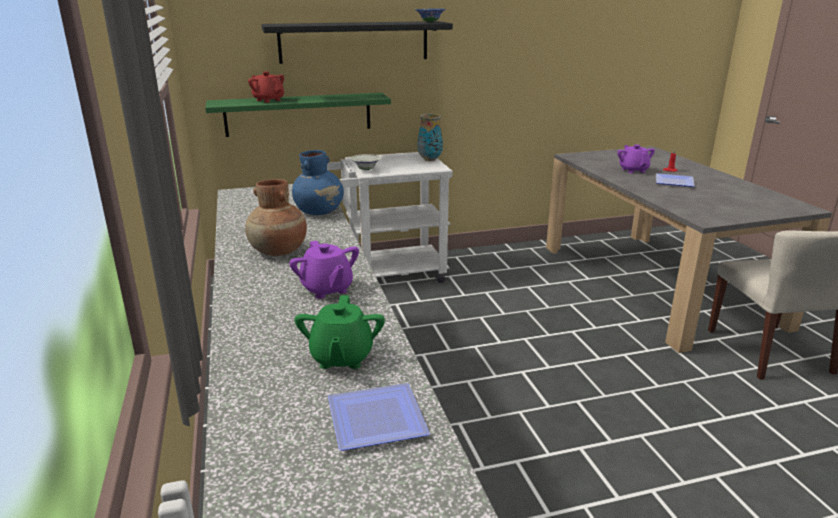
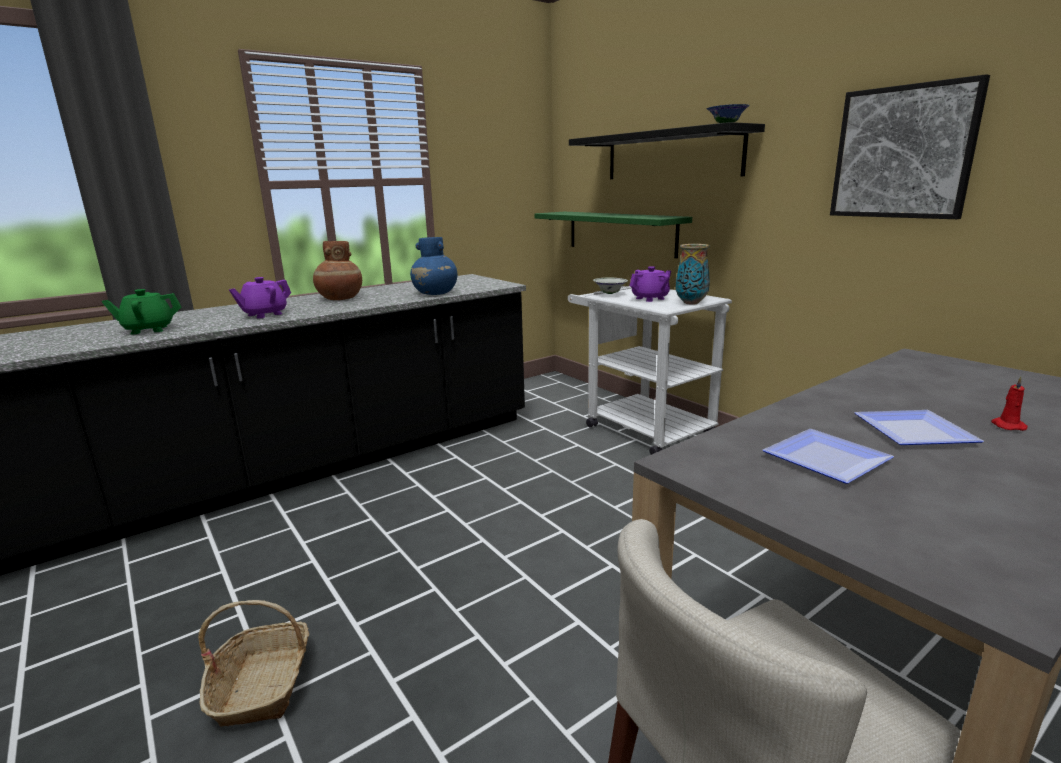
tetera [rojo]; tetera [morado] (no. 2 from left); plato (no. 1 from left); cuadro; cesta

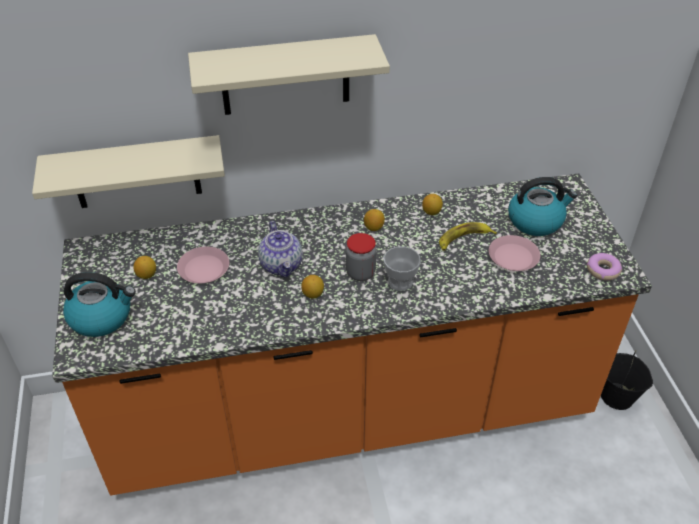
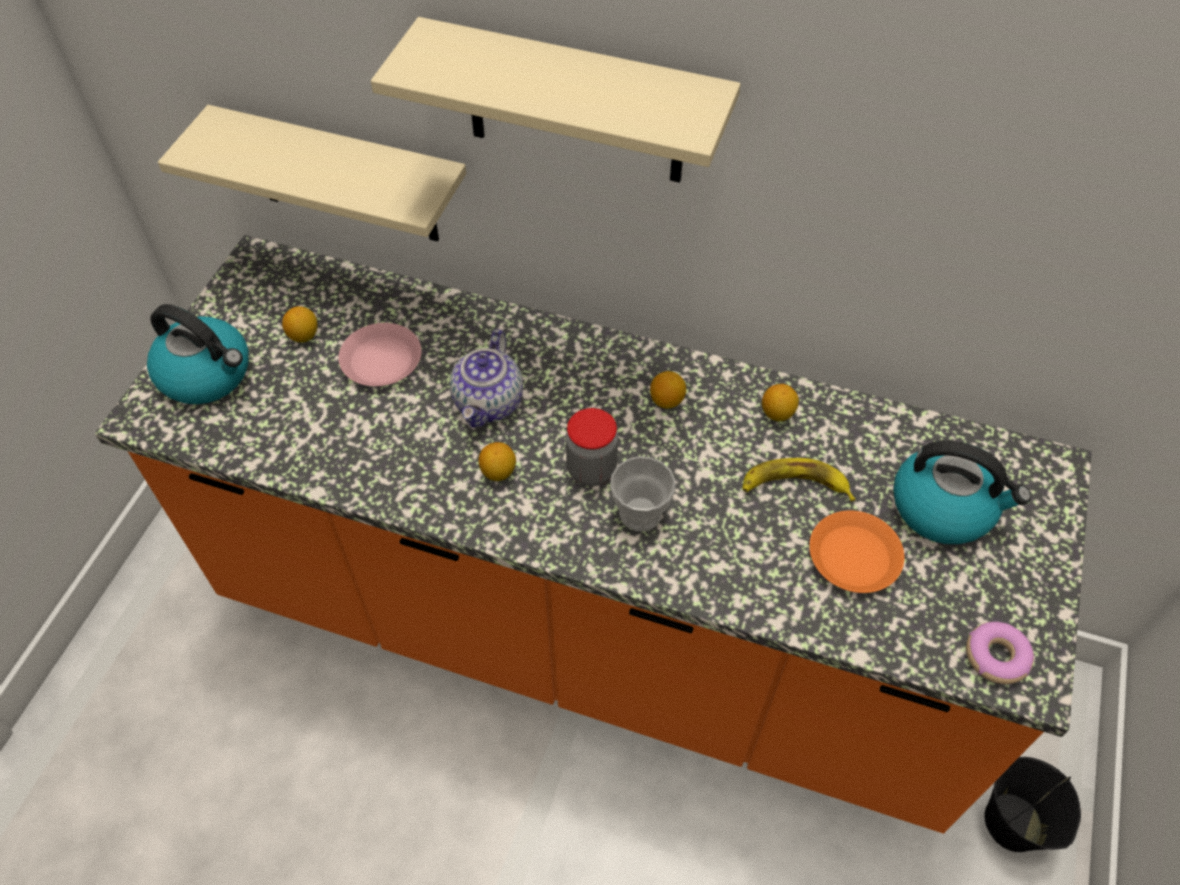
plato [naranja]

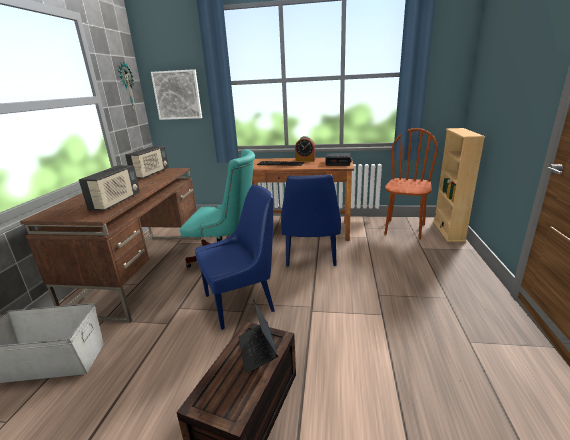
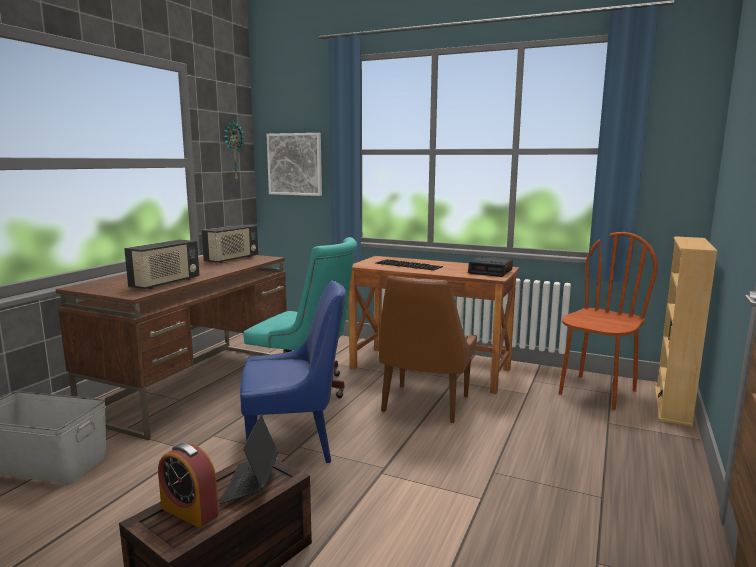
despertador (no. 1 from left); silla [marrón] (no. 1 from left)

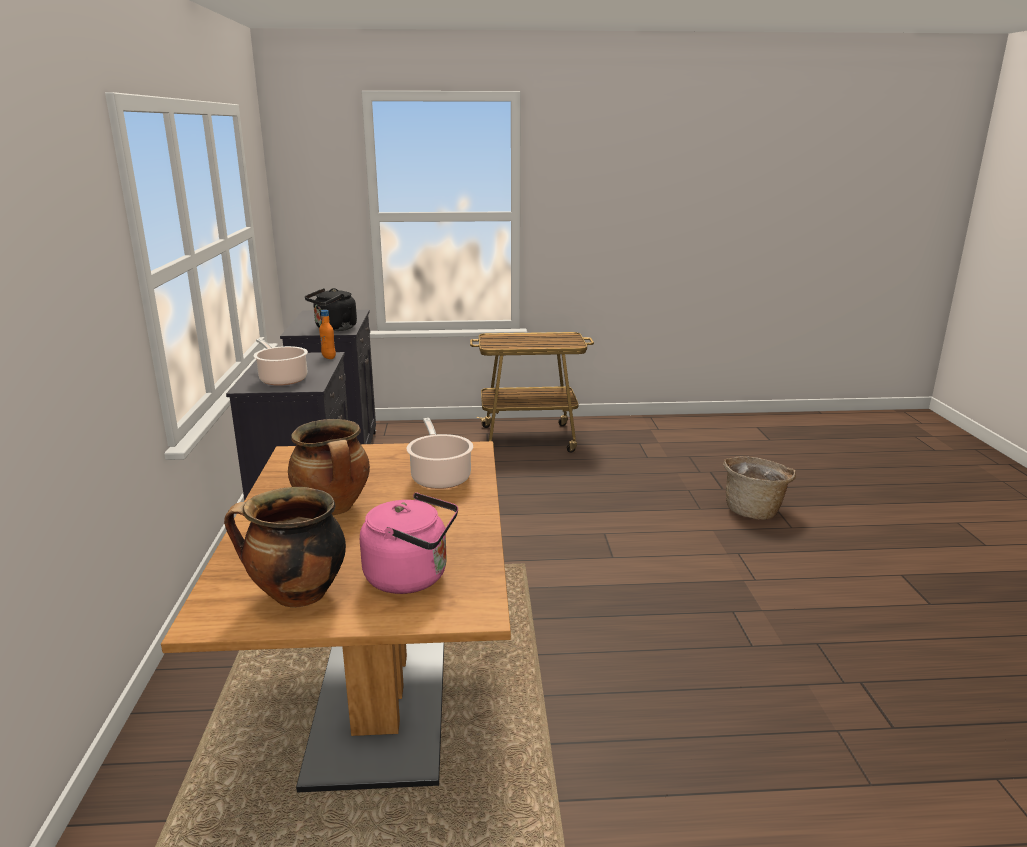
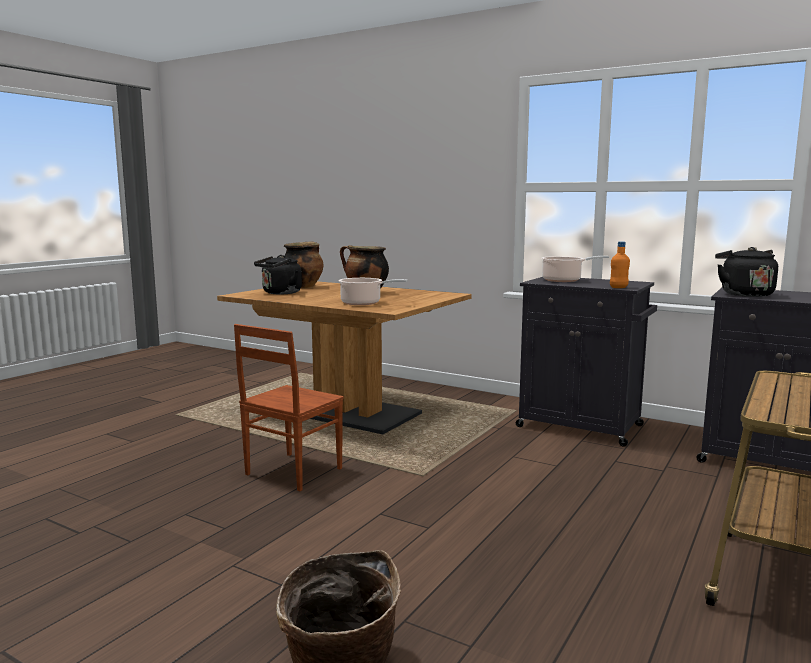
hervidor [negro] (no. 1 from left); silla [marrón]

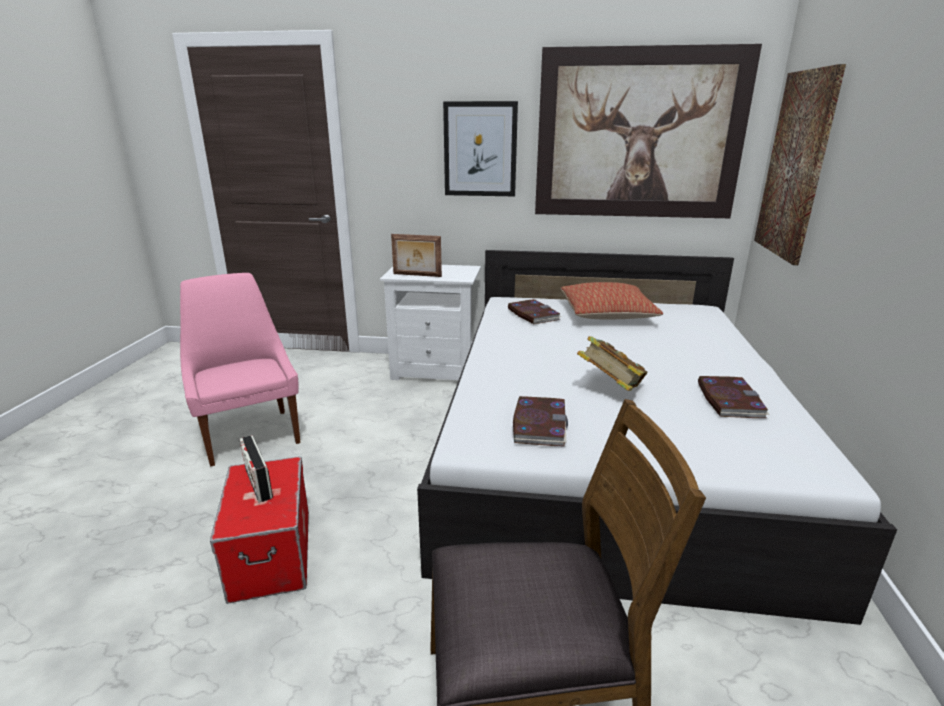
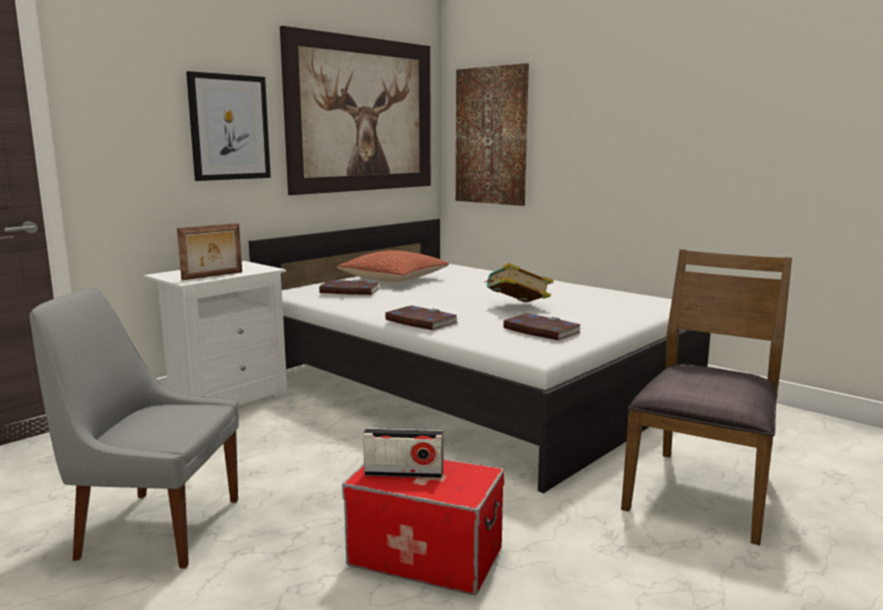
silla [gris]; libro (no. 2 from left)

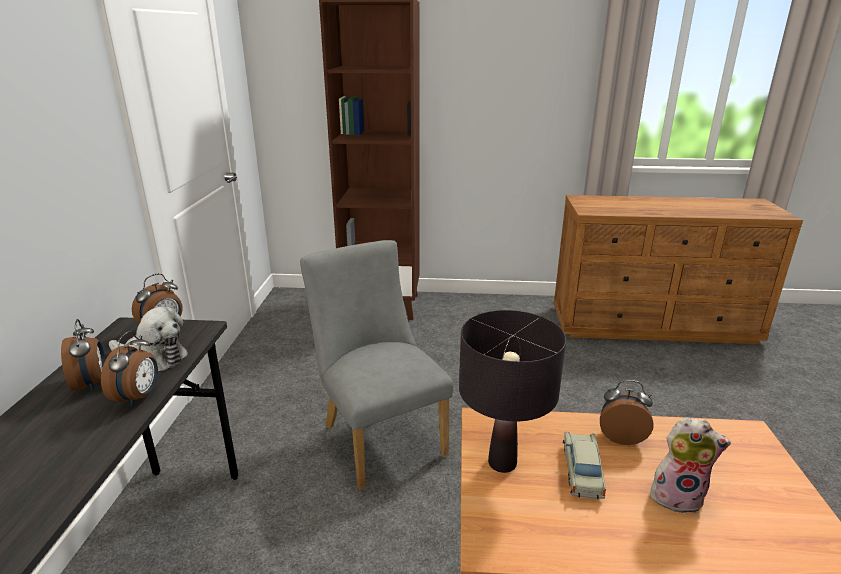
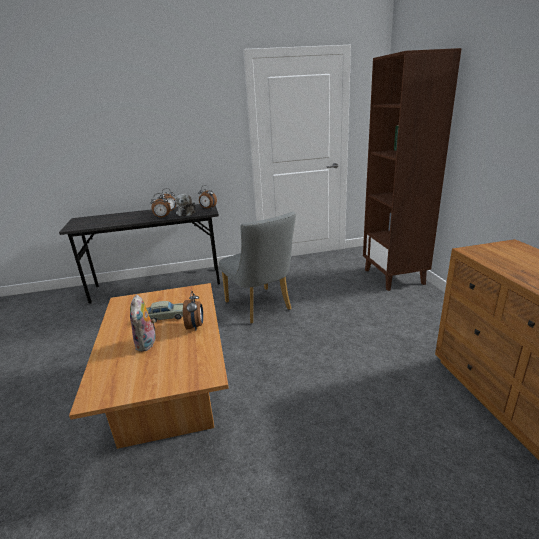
silla [gris]; lámpara de mesa [negro]

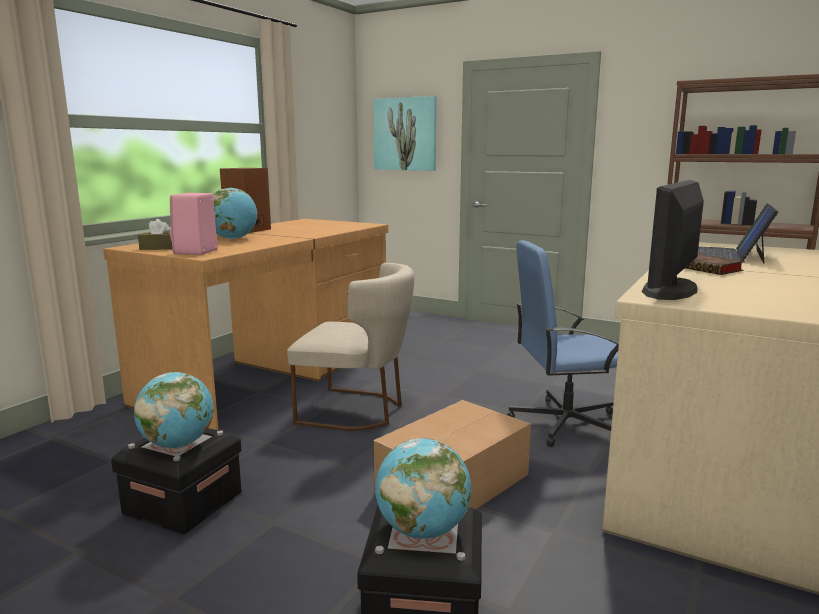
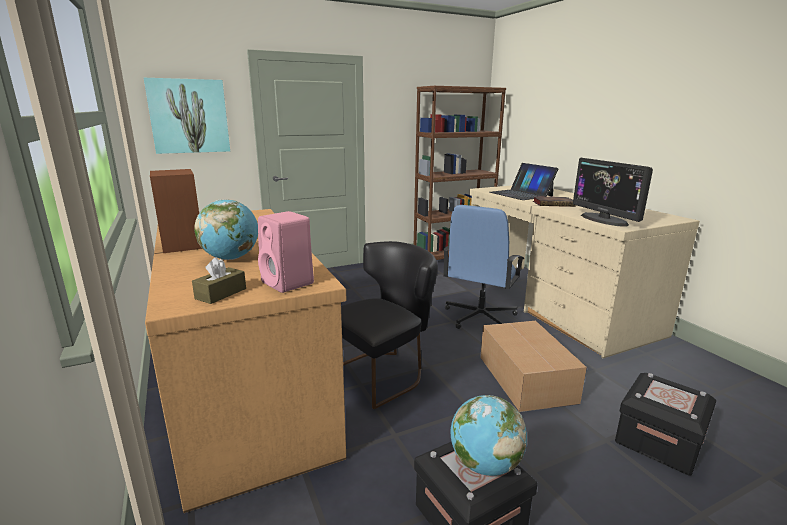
silla [negro]; globo terráqueo (no. 3 from left in the first image)

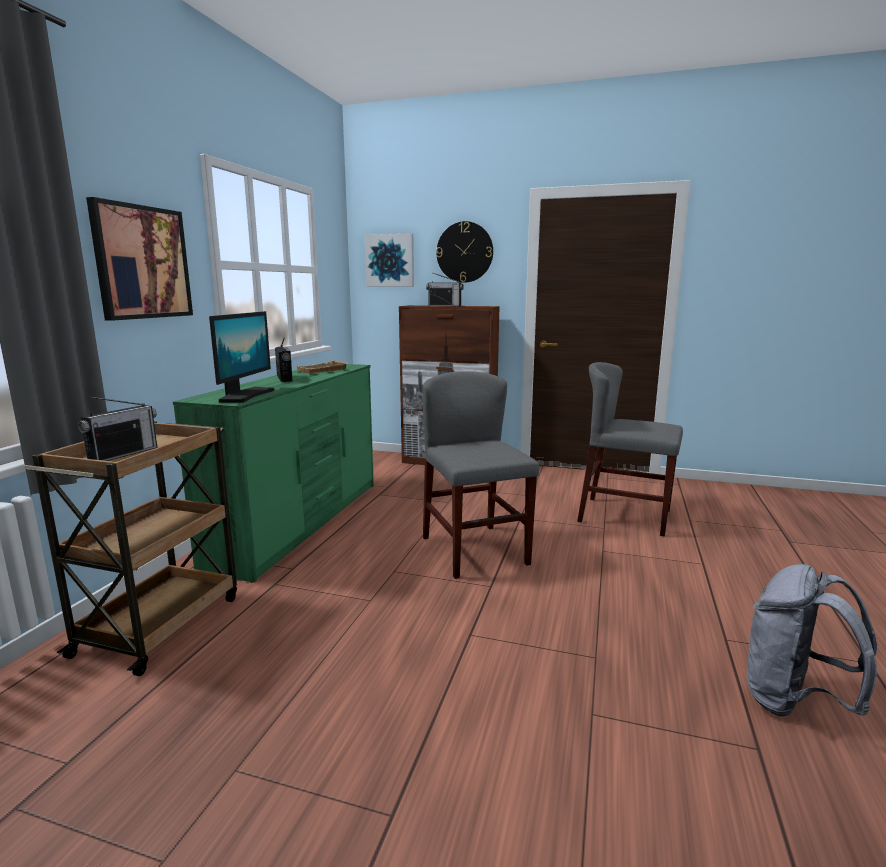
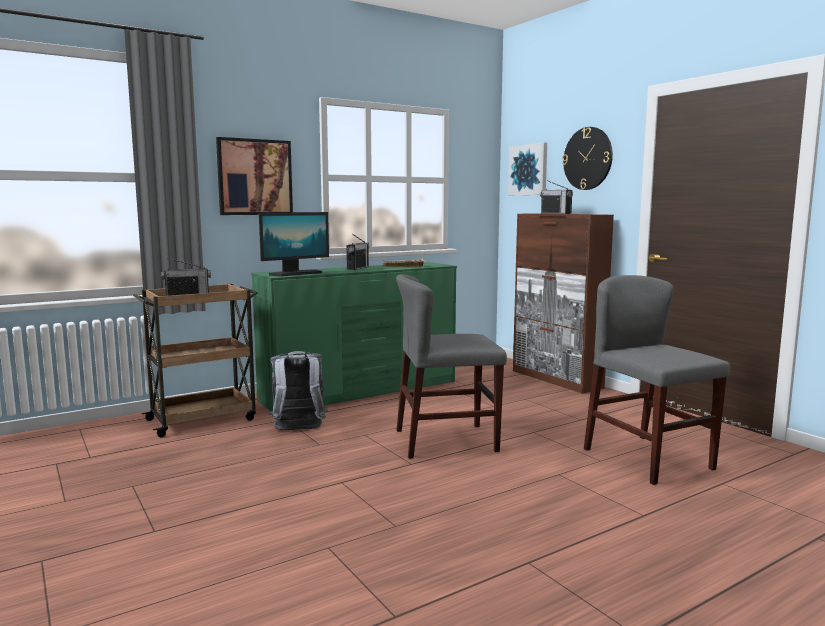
silla [gris] (no. 1 from left); mochila [gris]

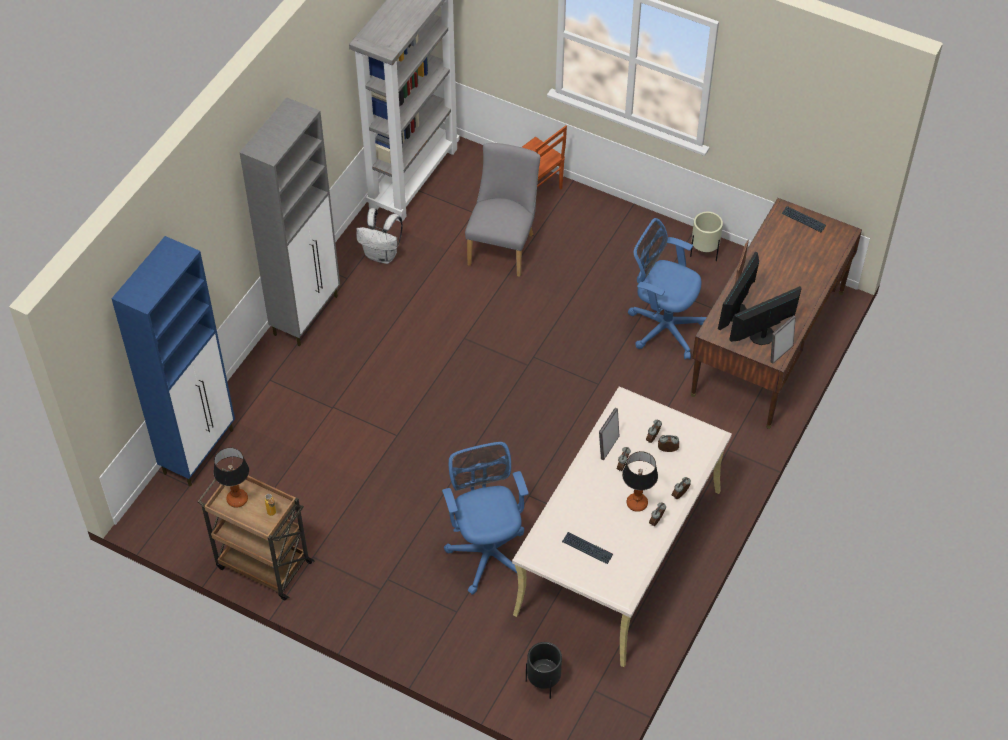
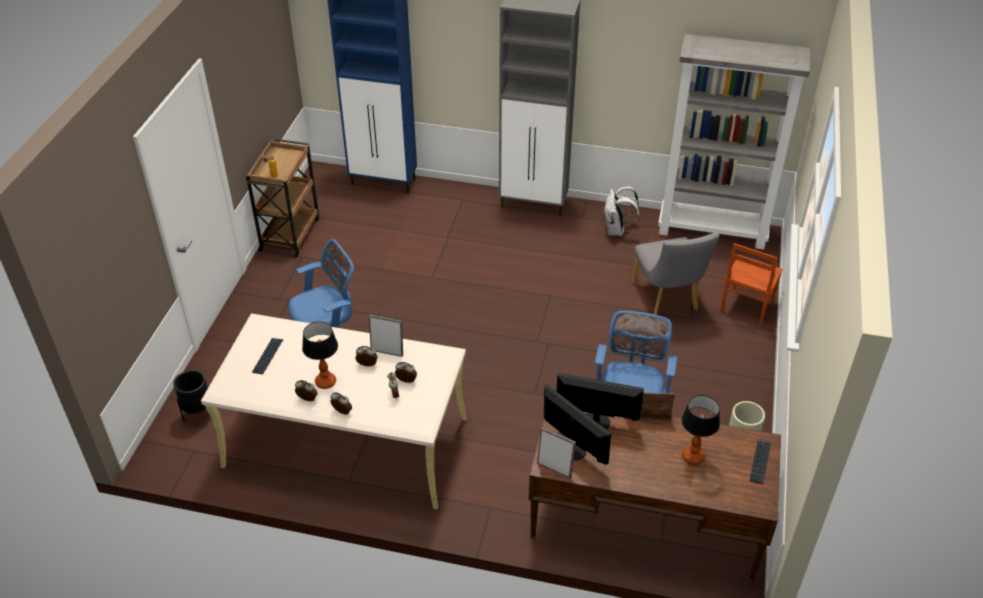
silla [gris]; lámpara de mesa (no. 2 from left)

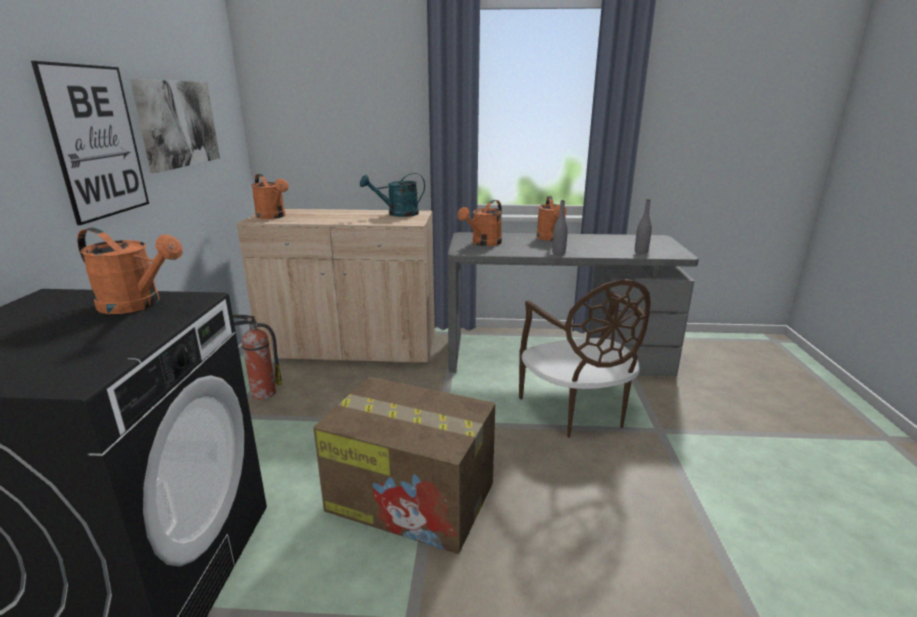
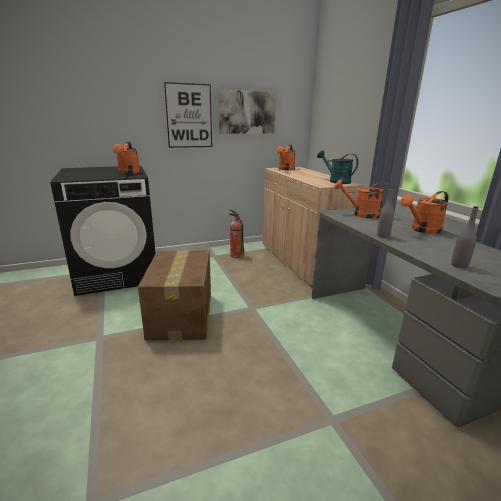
silla [marrón]

